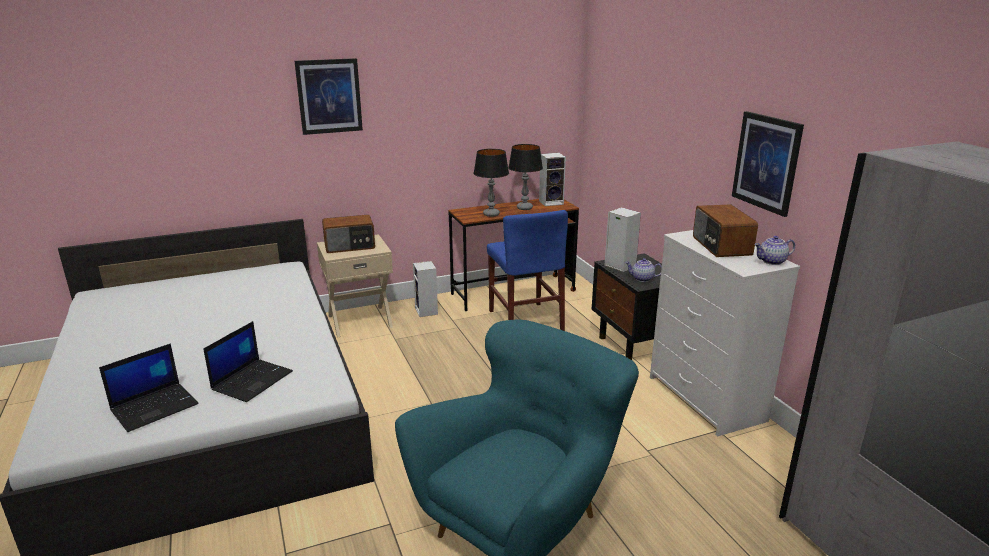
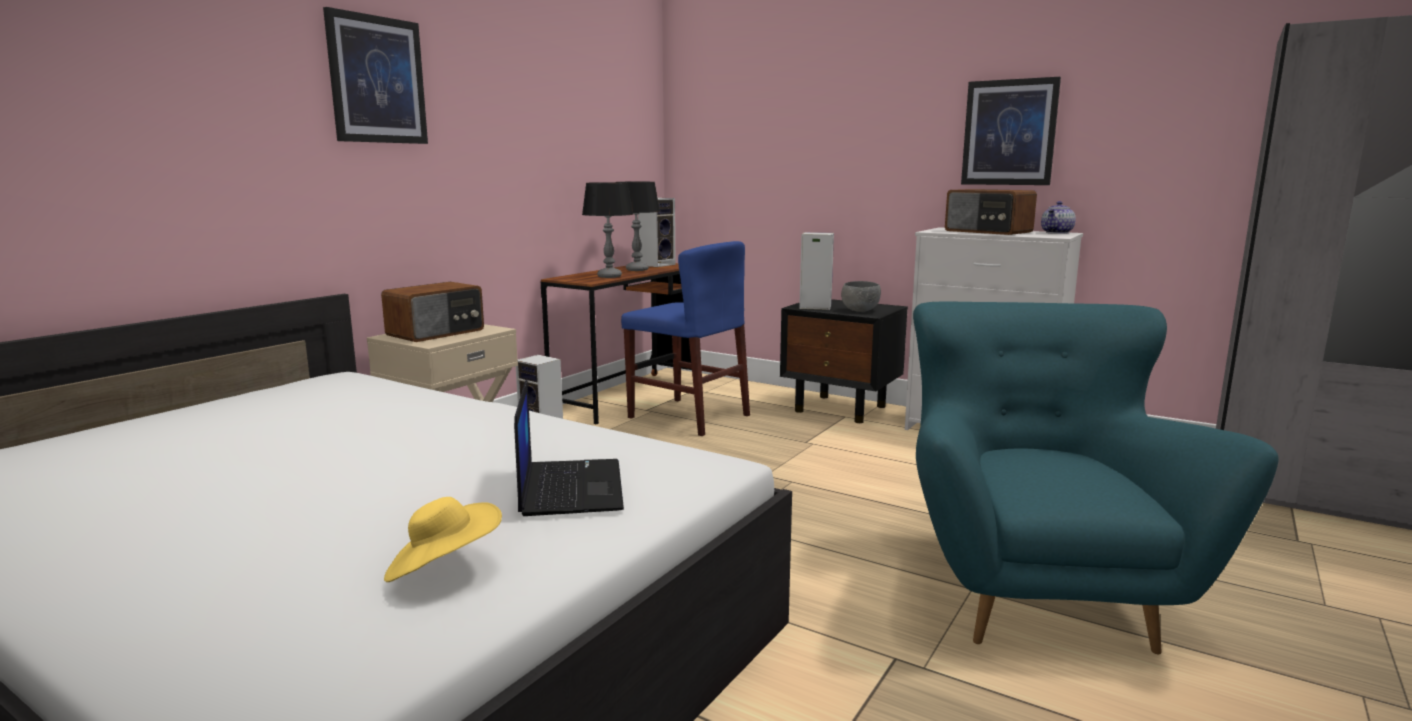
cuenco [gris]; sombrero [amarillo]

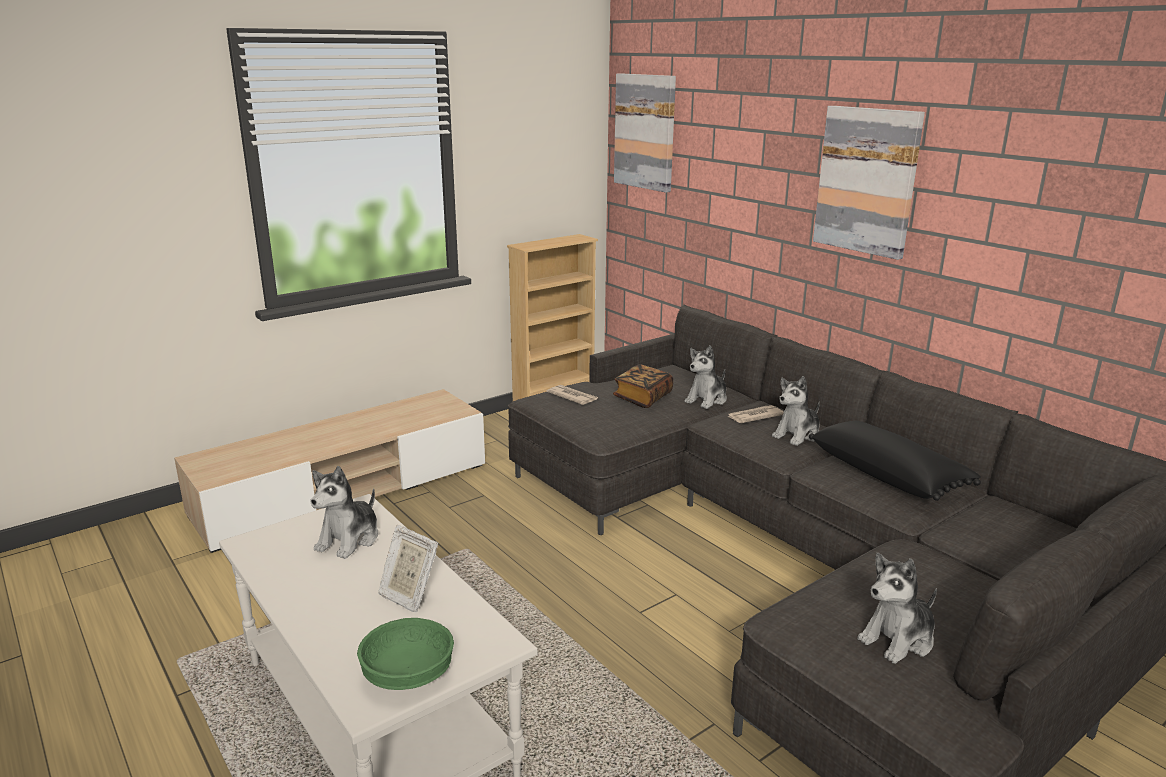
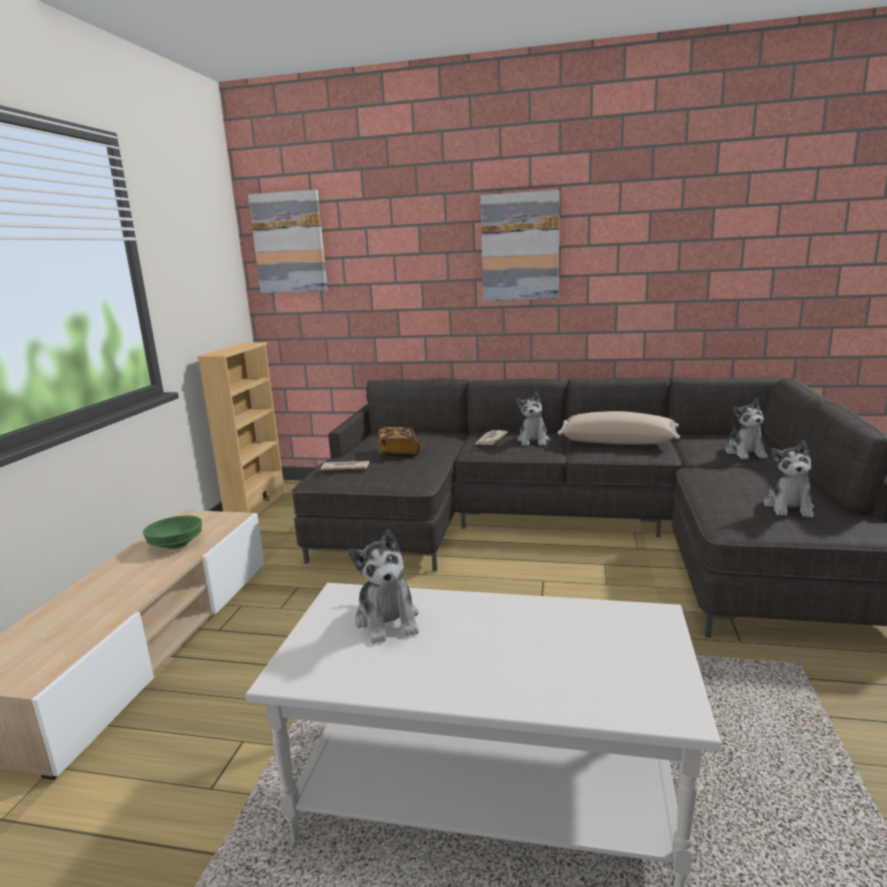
peluche (no. 3 from left); cojín [beis]; portarretratos; cuenco [verde]

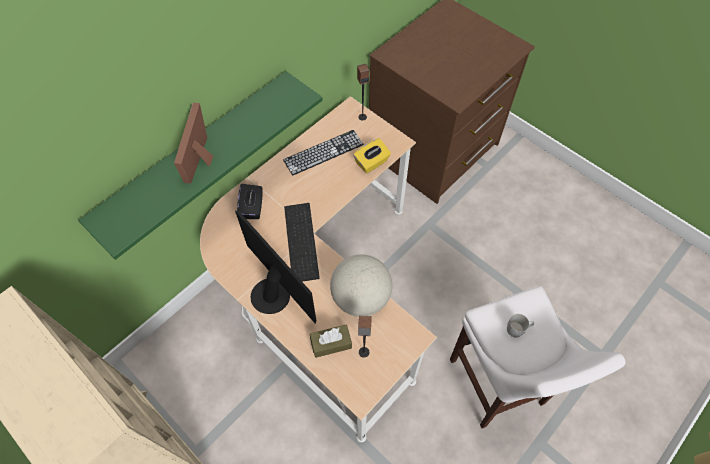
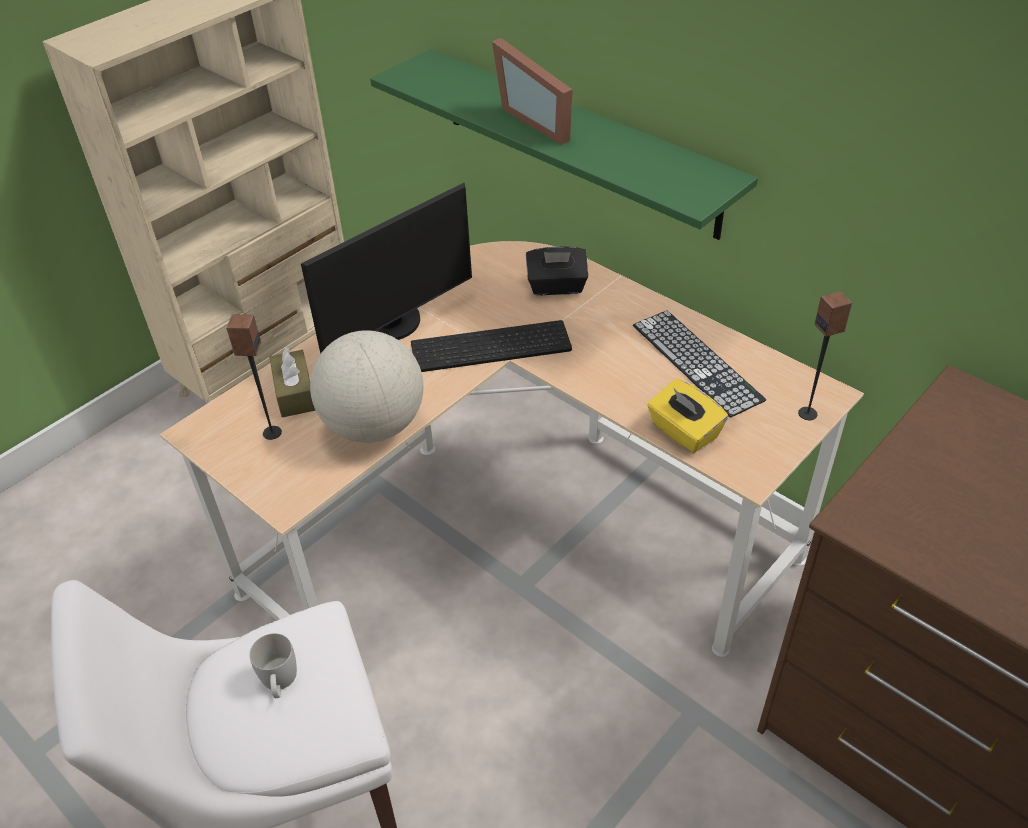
portarretratos

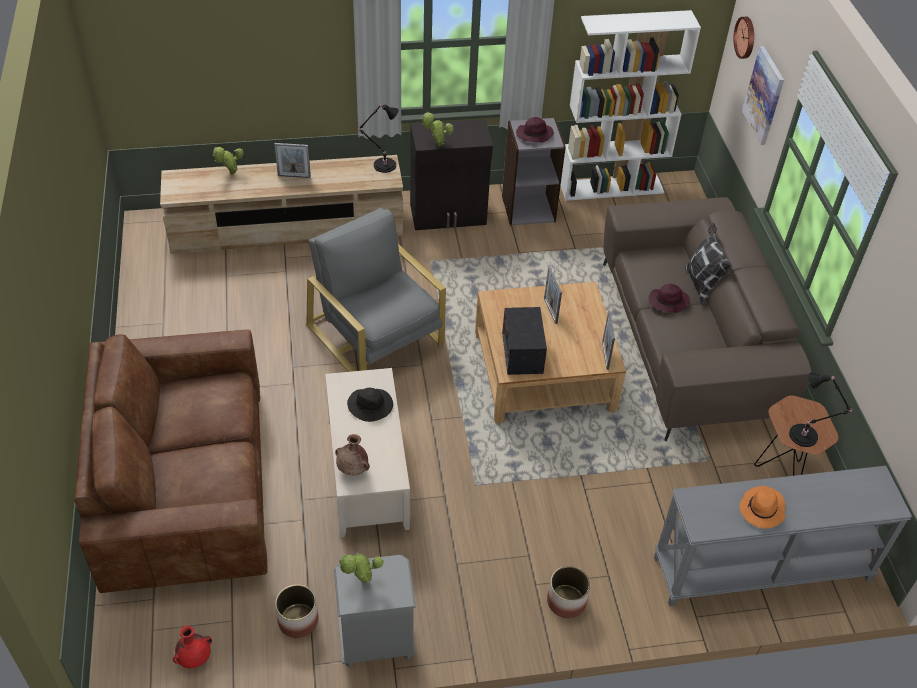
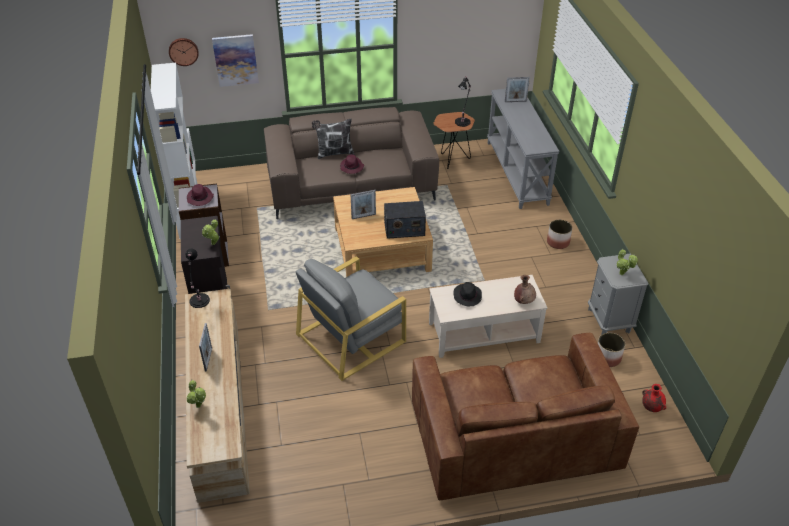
portarretratos (no. 3 from left); sombrero [naranja]

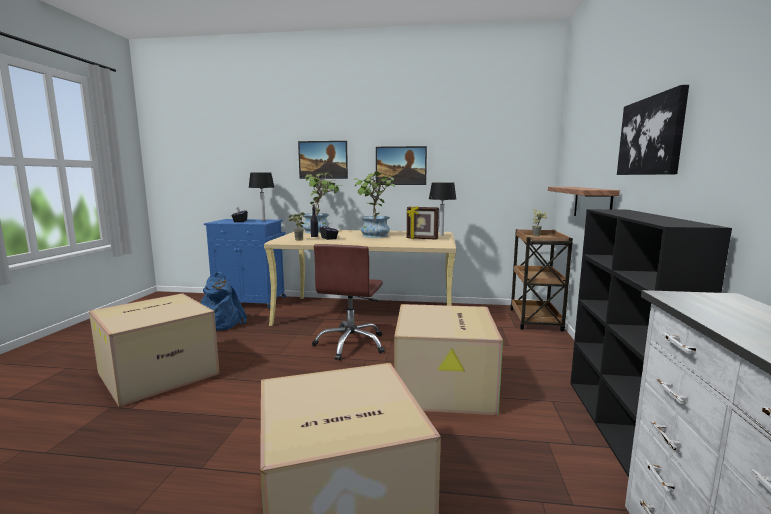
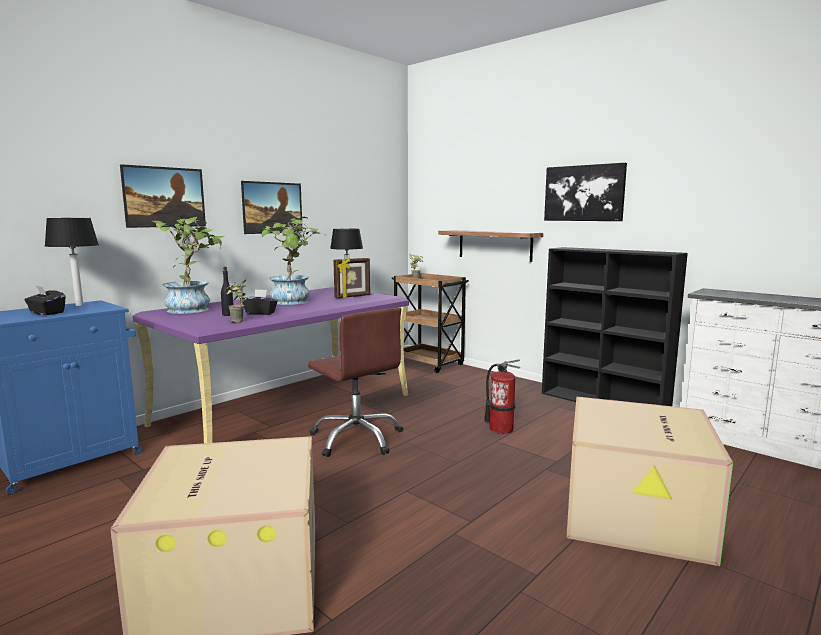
escritorio [morado]; mochila [azul]; extintor

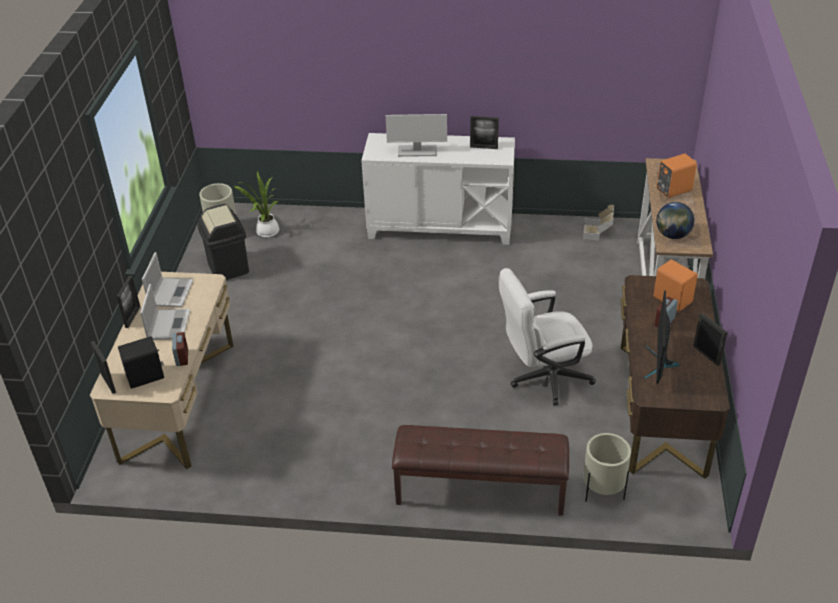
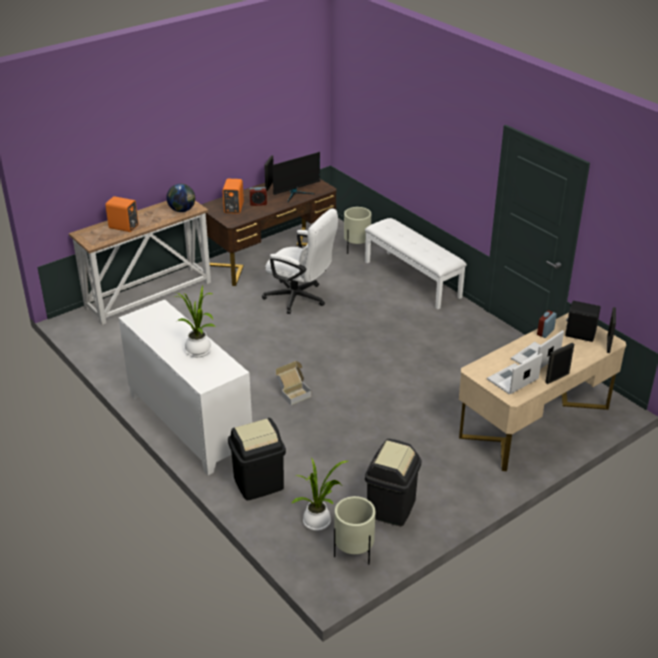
planta en maceta (no. 1 from left); portarretratos (no. 3 from left in the first image); caja de cartón; banco [blanco]; papelera [negro] (no. 1 from left)

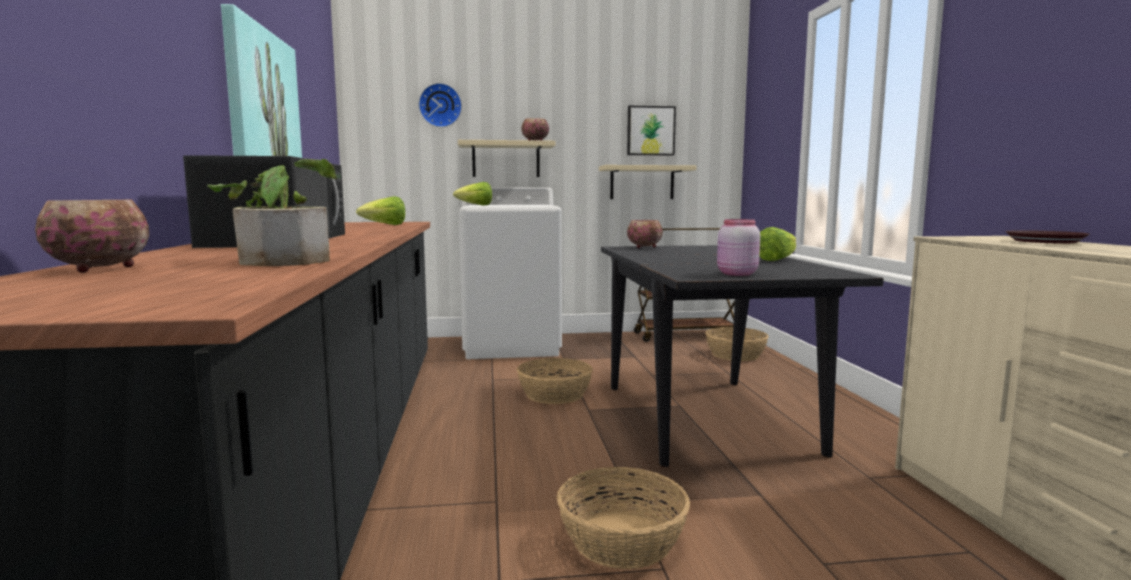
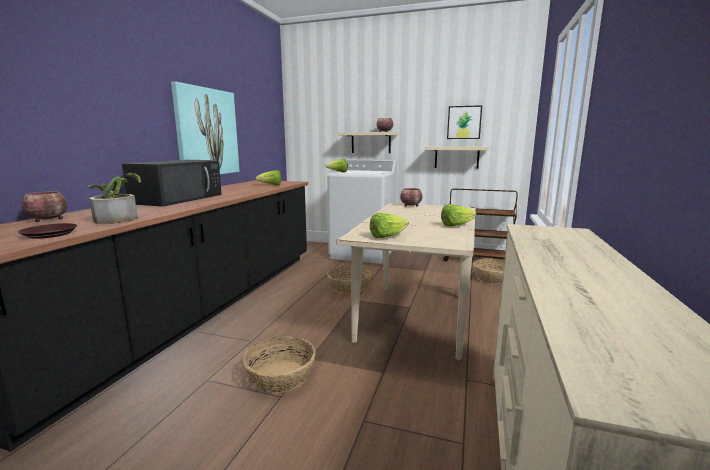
reloj de pared; lechuga (no. 3 from left); plato [marrón]; mesa de comedor [beis]

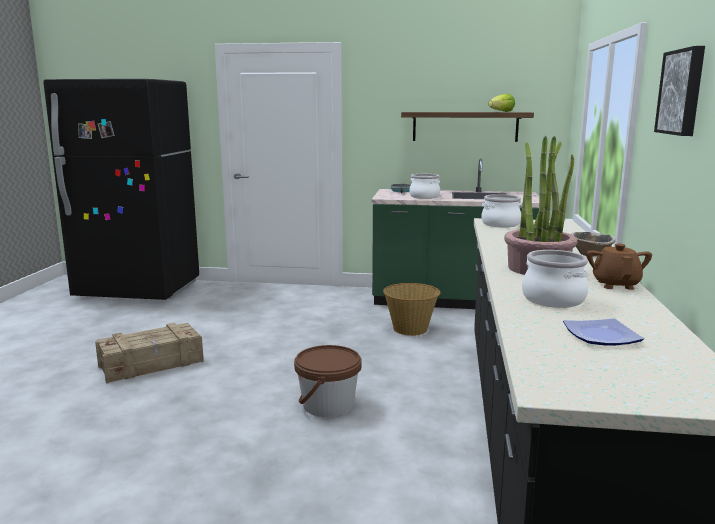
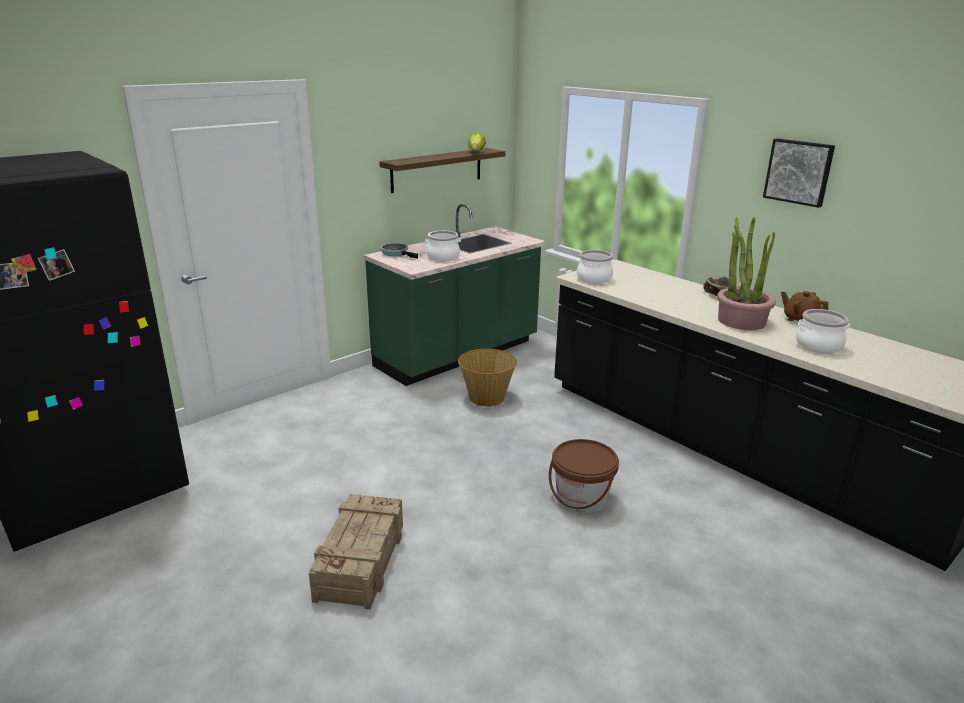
plato

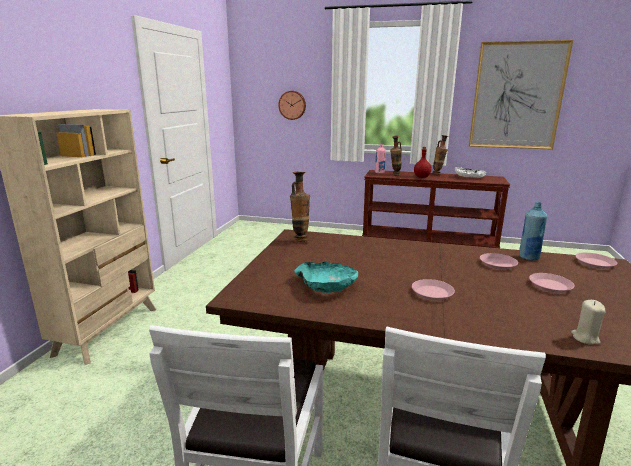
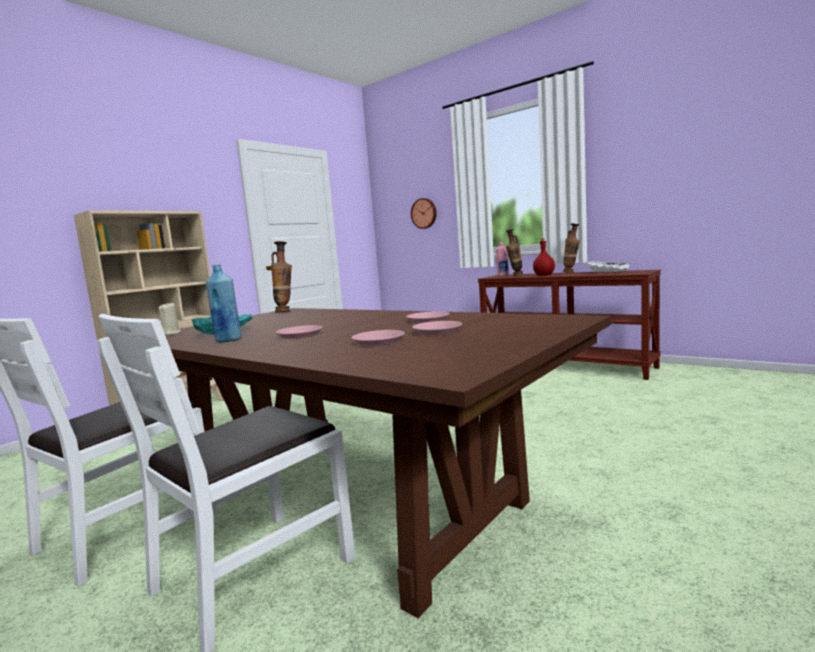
cuadro; botella [azul]; plato [rosa] (no. 2 from left); vela [beis]

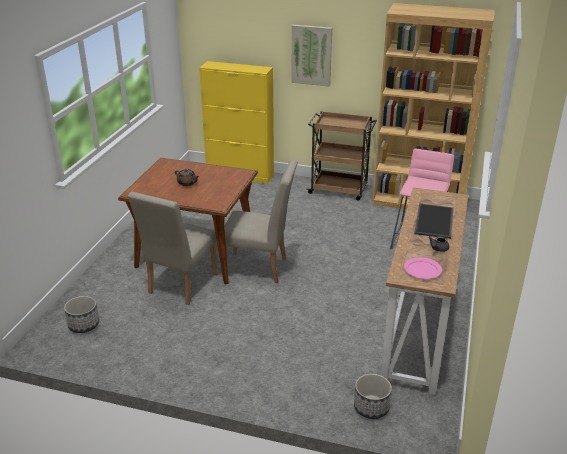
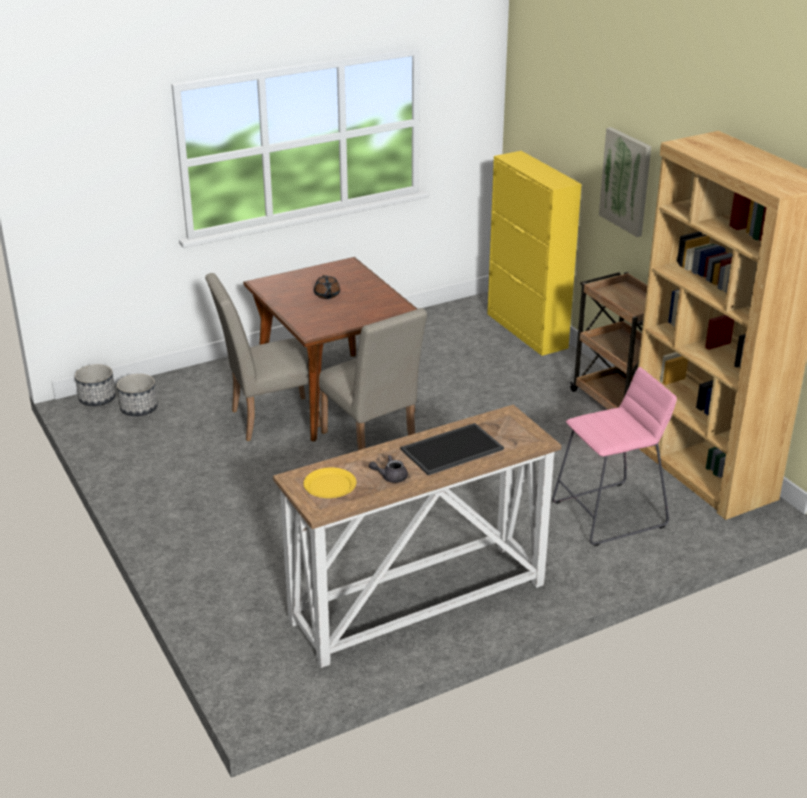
plato [amarillo]; maceta (no. 1 from left)

